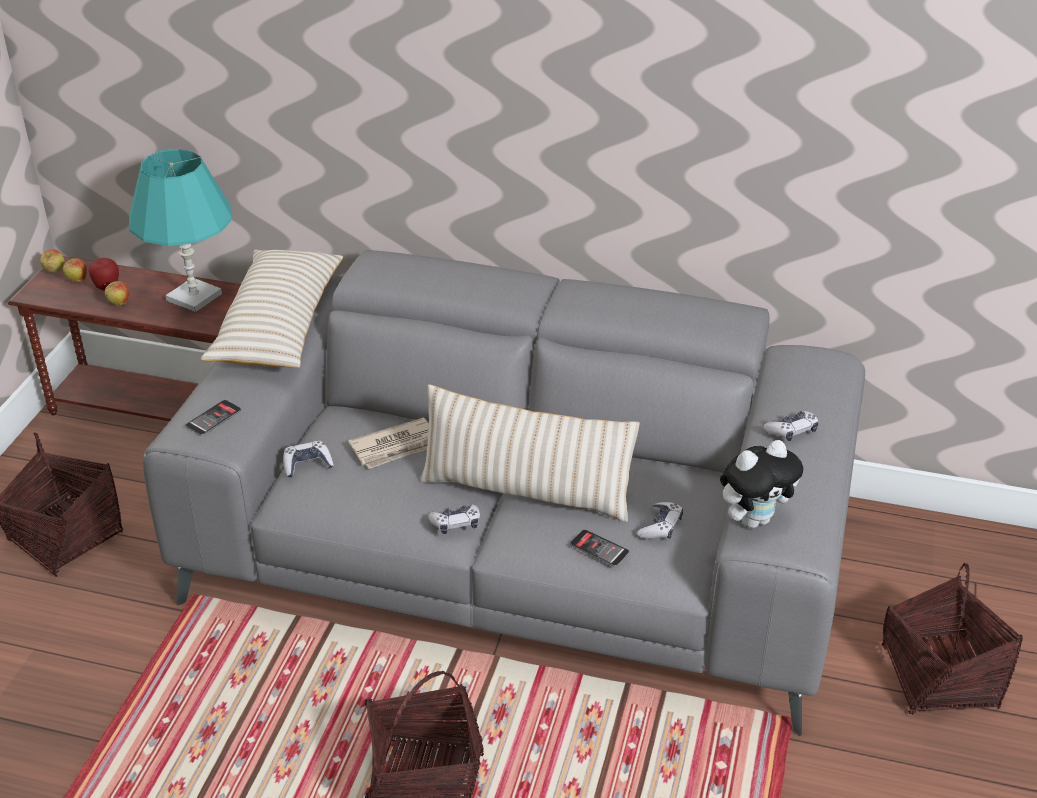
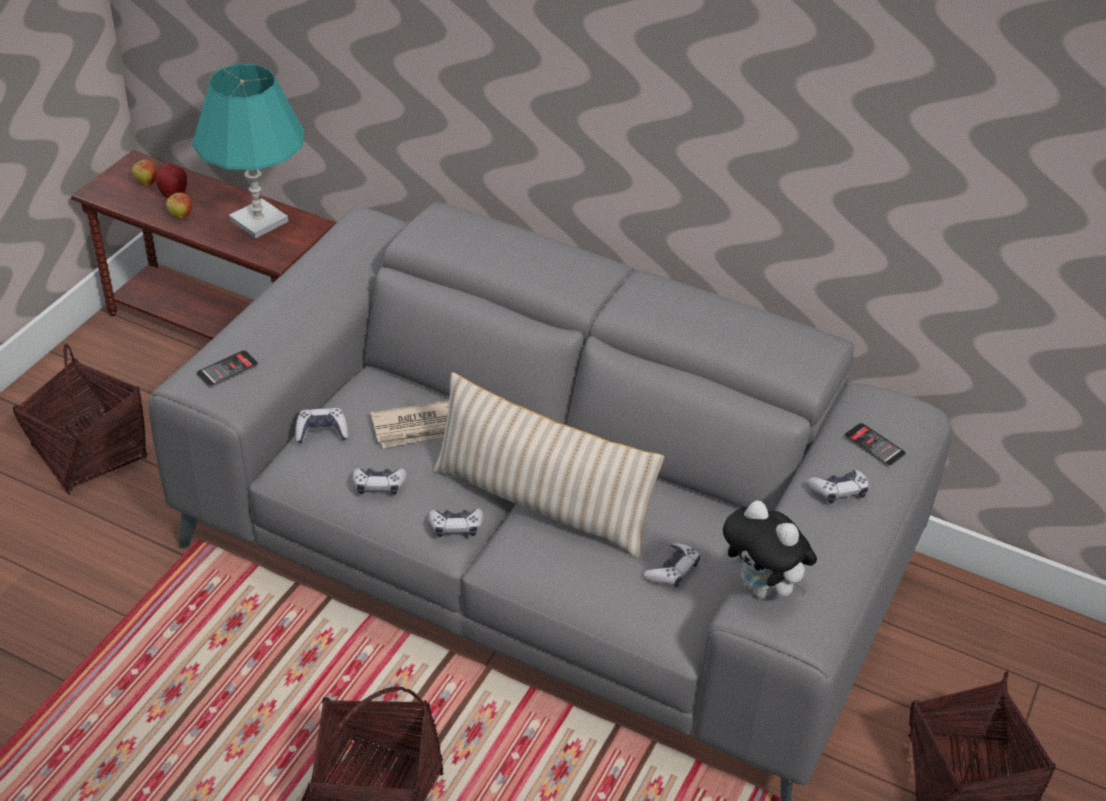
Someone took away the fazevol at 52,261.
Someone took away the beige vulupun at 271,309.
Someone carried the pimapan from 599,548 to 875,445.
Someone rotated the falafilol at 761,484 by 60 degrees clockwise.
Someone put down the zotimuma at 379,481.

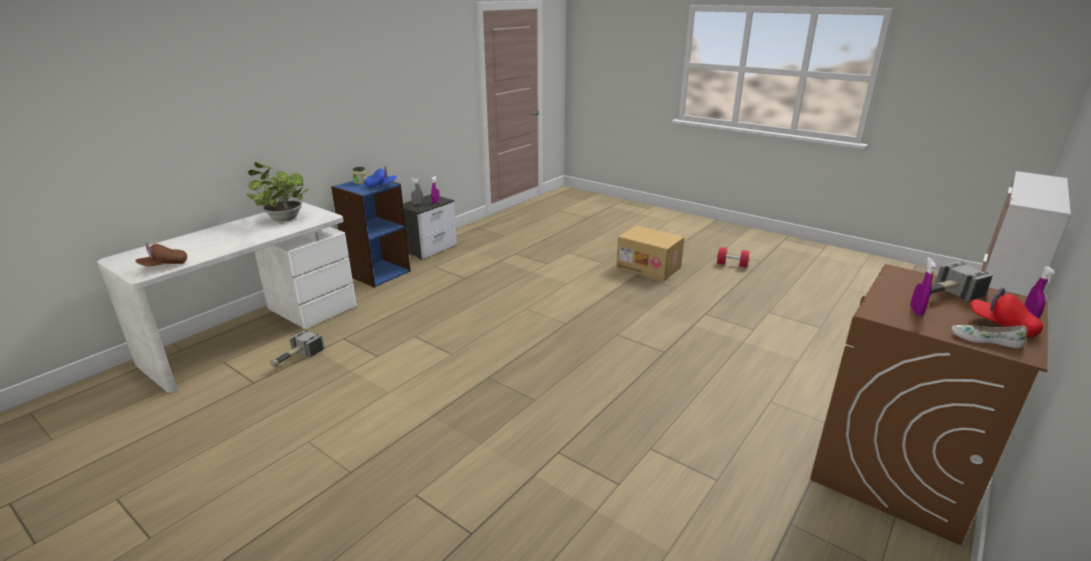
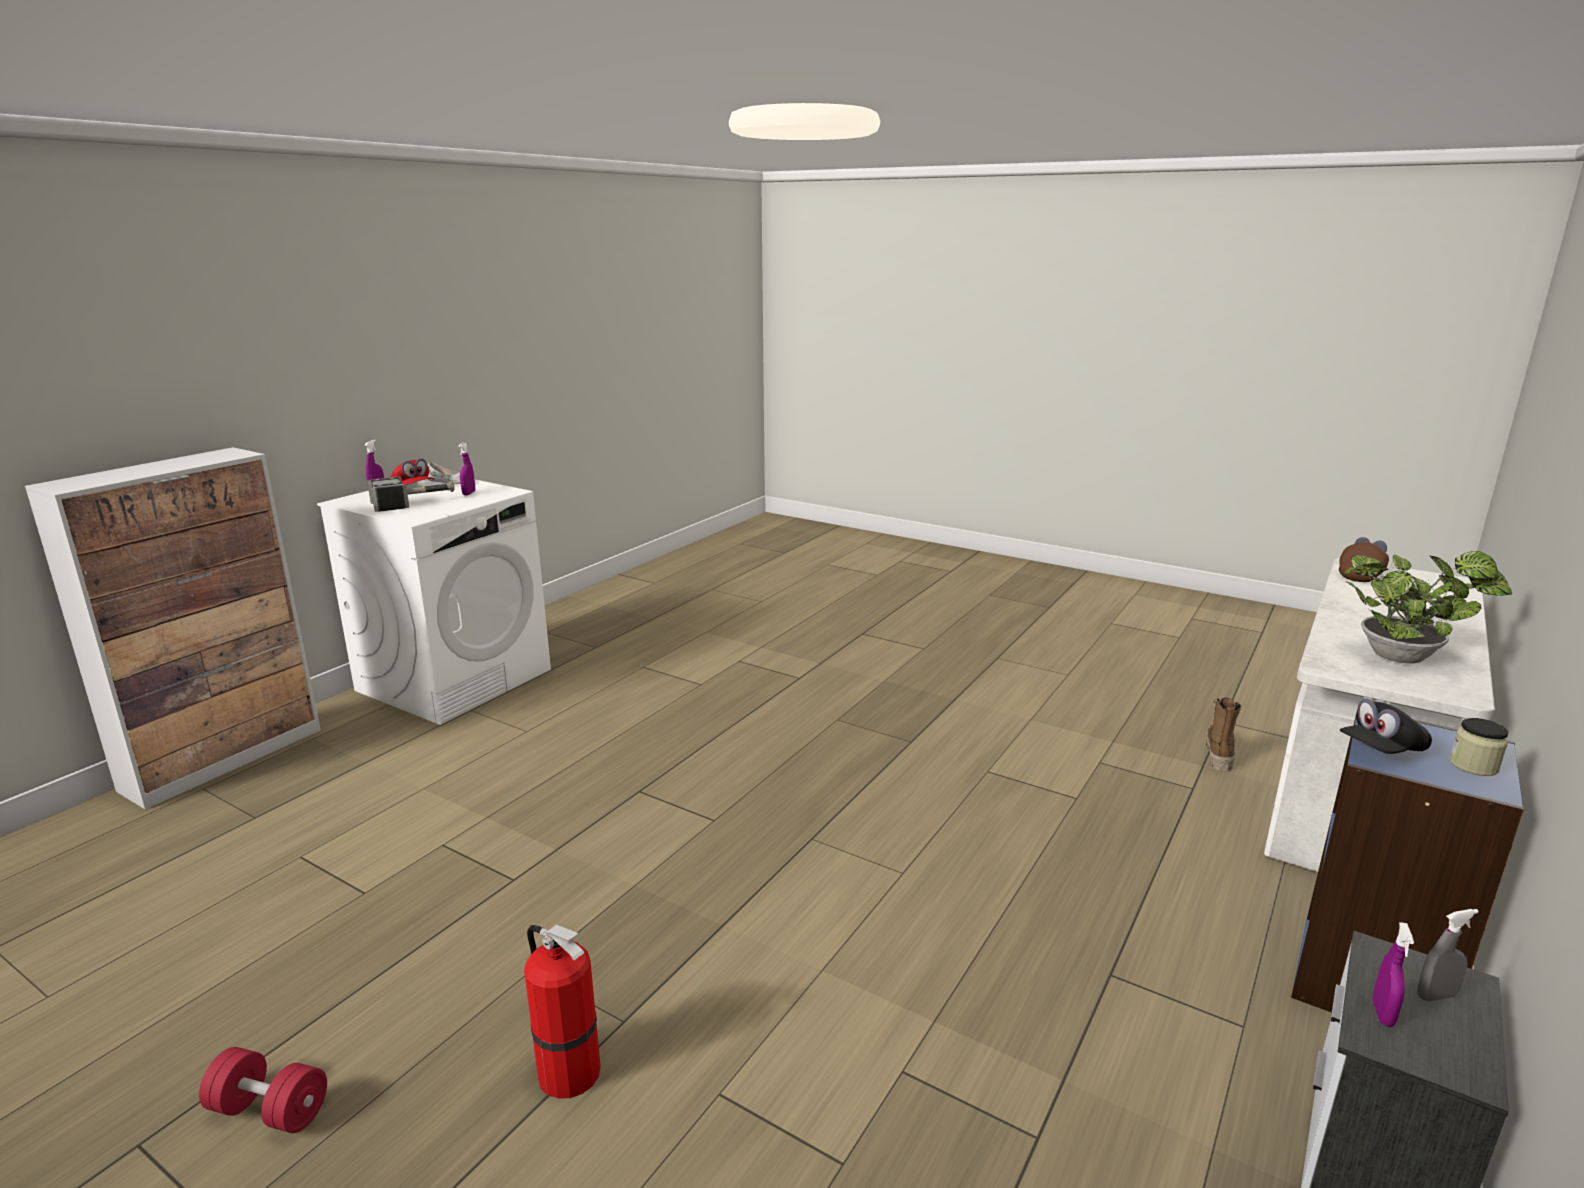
Someone swapped the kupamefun at 297,348 for the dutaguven at 1223,735.
Someone repainted the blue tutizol at 380,177, which became the black tutizol at 1386,726.
Someone swapped the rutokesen at 650,253 for the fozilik at 562,1012.
Someone repainted the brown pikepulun at 929,404, which became the white pikepulun at 434,602.

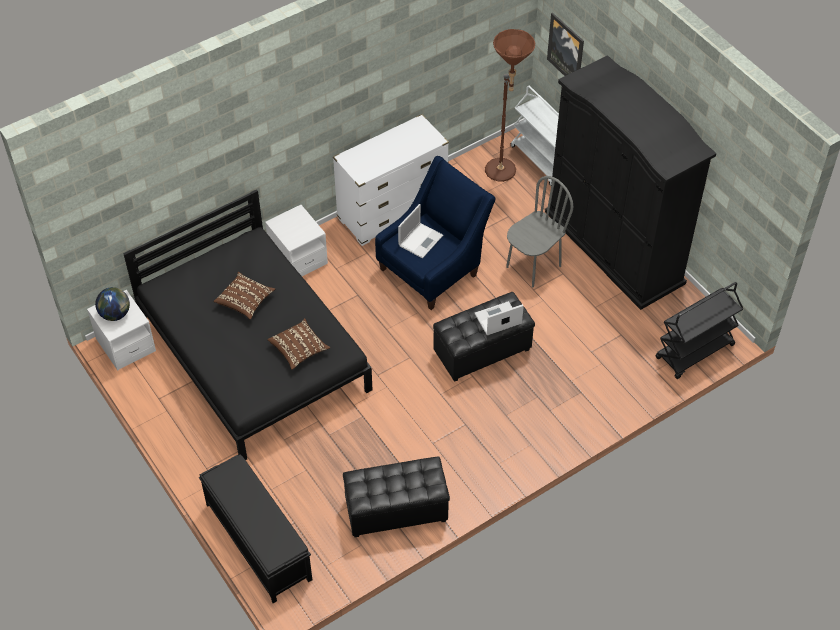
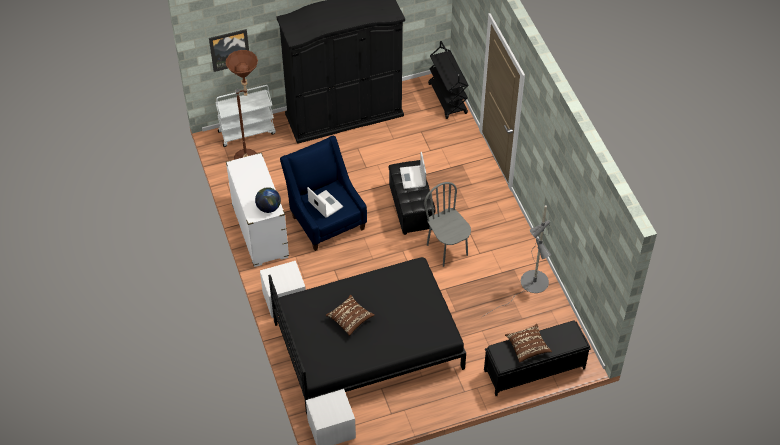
Someone carried the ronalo from 112,304 to 268,200.
Someone carried the brown vulupun from 298,344 to 528,343.
Someone swapped the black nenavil at 396,496 for the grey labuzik at 516,261.
Someone carried the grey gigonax from 540,231 to 447,224.

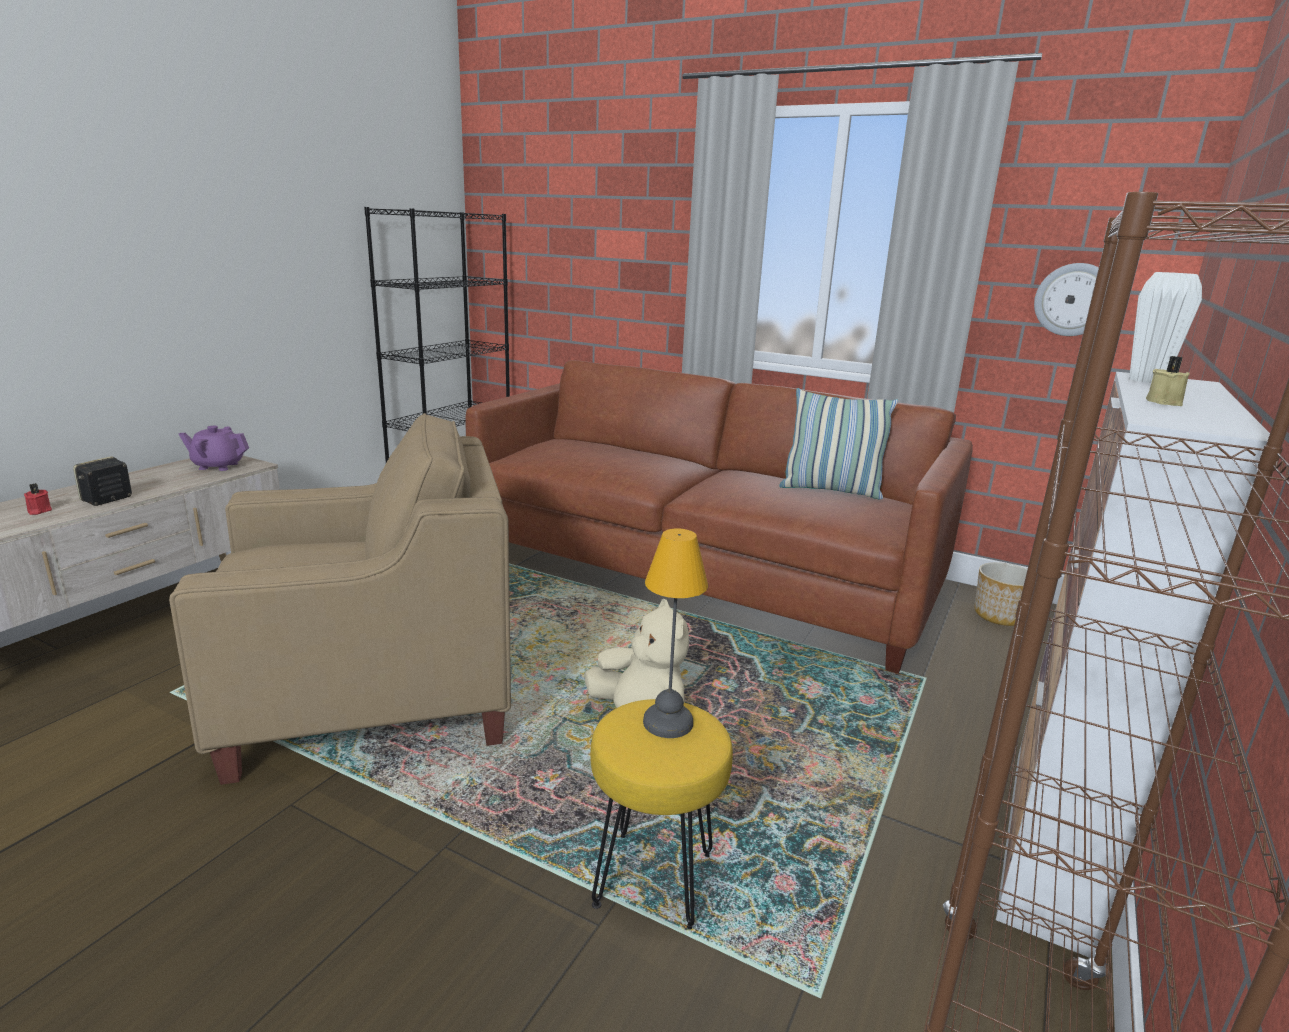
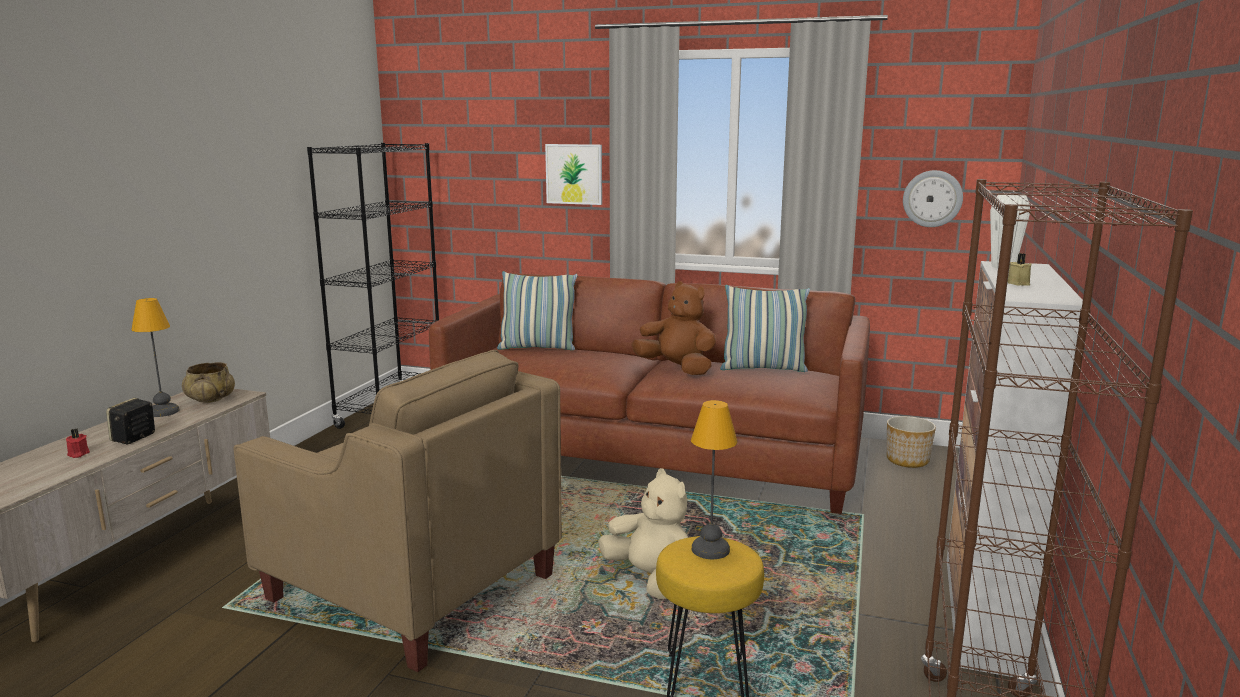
Someone rotated the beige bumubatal at 340,599 by 60 degrees clockwise.
Someone swapped the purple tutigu at 214,448 for the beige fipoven at 208,382.
Someone put down the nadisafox at 155,357.
Someone put down the vulupun at 537,310.
Someone put up the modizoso at 573,174.
Someone put down the brown falafilol at 674,328.

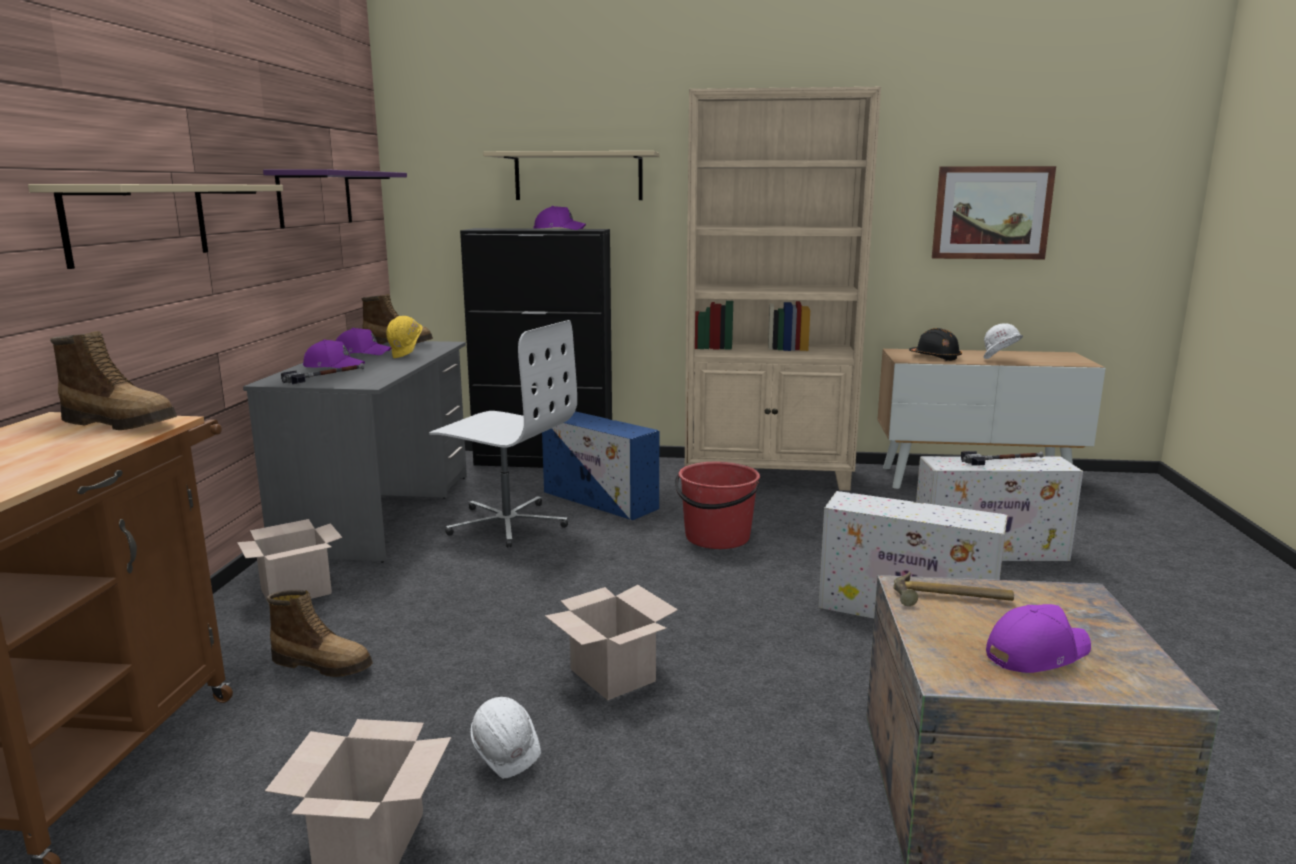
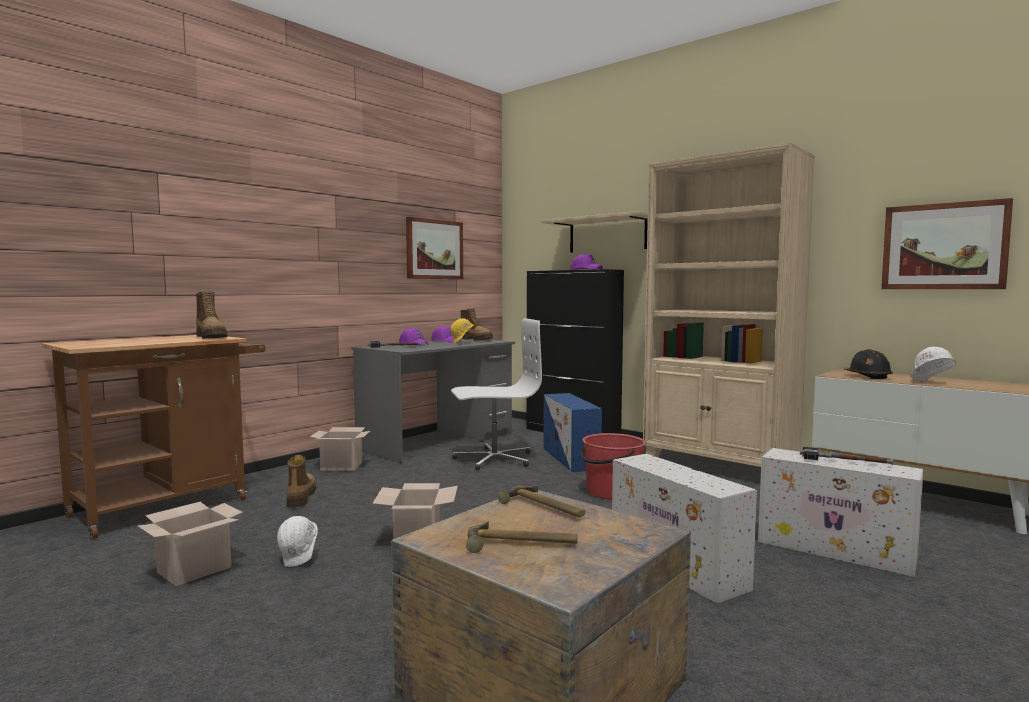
Someone took away the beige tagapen at 155,226.
Someone swapped the purple tagapen at 335,199 for the modizoso at 434,248.
Someone rotated the dutaguven at 320,633 by 150 degrees counterclockwise.
Someone rotated the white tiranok at 503,434 by 75 degrees counterclockwise.
Someone swapped the purple tutizol at 1038,638 for the kupamefun at 522,537.

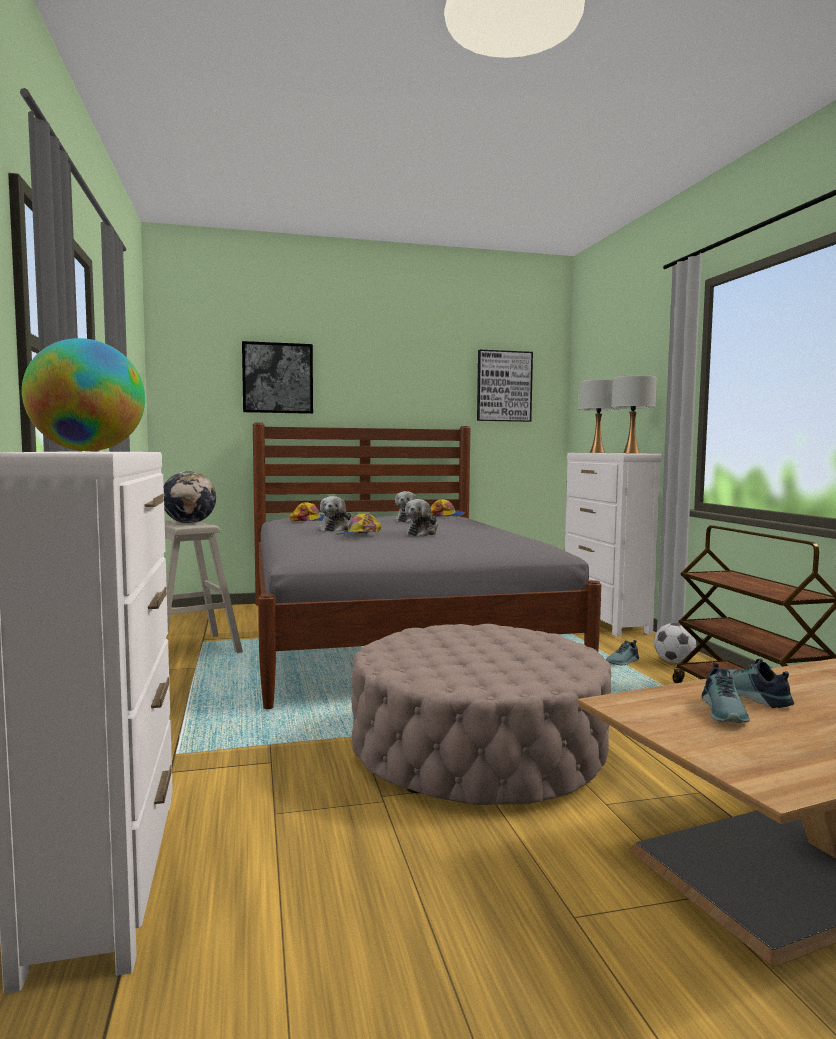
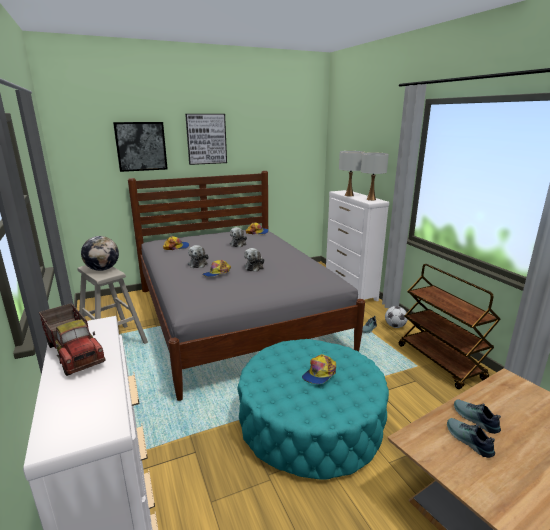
Someone swapped the ronalo at 83,394 for the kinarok at 72,339.
Someone repainted the beige nenavil at 481,714, which became the turquoise nenavil at 313,409.
Someone carried the modizoso from 505,386 to 206,139.
Someone rotated the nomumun at 726,693 by 150 degrees clockwise.
Someone put down the tutizol at 319,369.

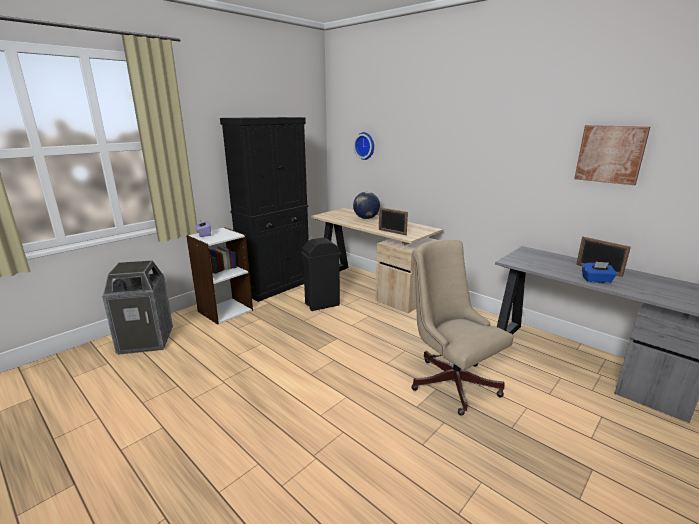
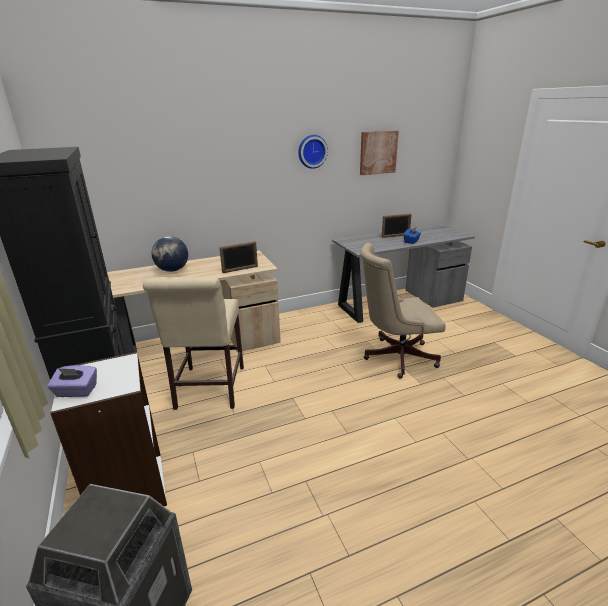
Someone swapped the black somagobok at 321,274 for the beige gigonax at 193,343.
Someone carried the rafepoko from 364,146 to 313,152.

